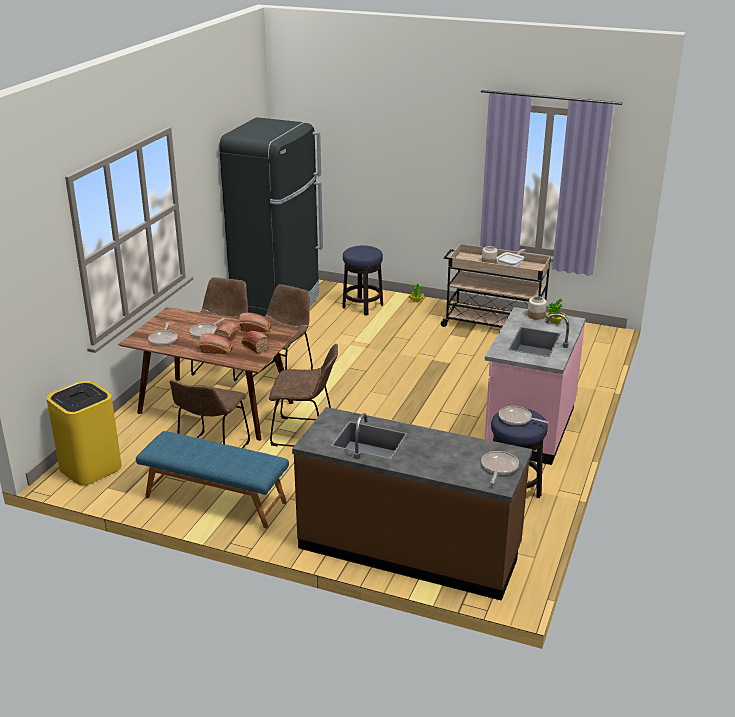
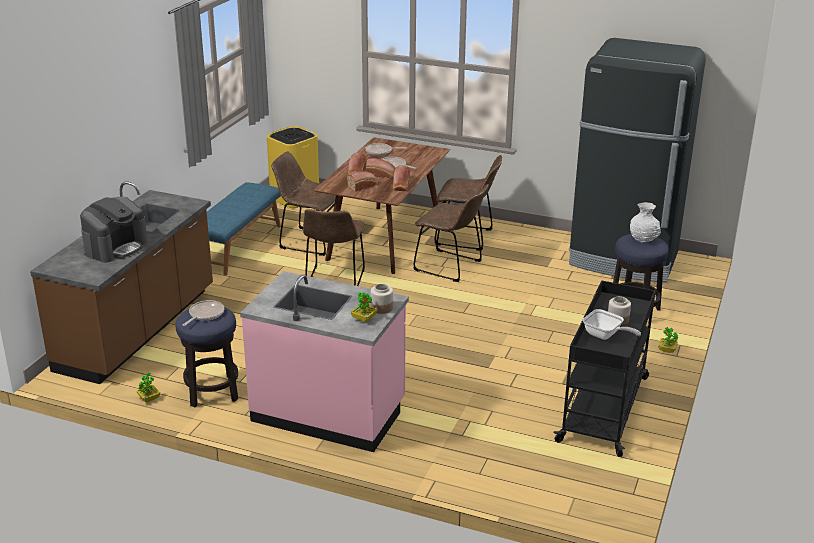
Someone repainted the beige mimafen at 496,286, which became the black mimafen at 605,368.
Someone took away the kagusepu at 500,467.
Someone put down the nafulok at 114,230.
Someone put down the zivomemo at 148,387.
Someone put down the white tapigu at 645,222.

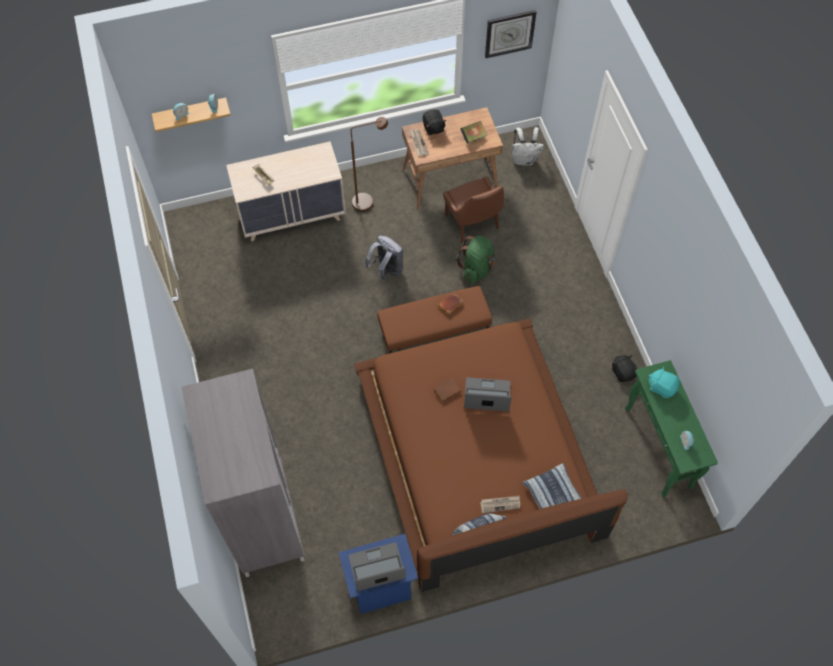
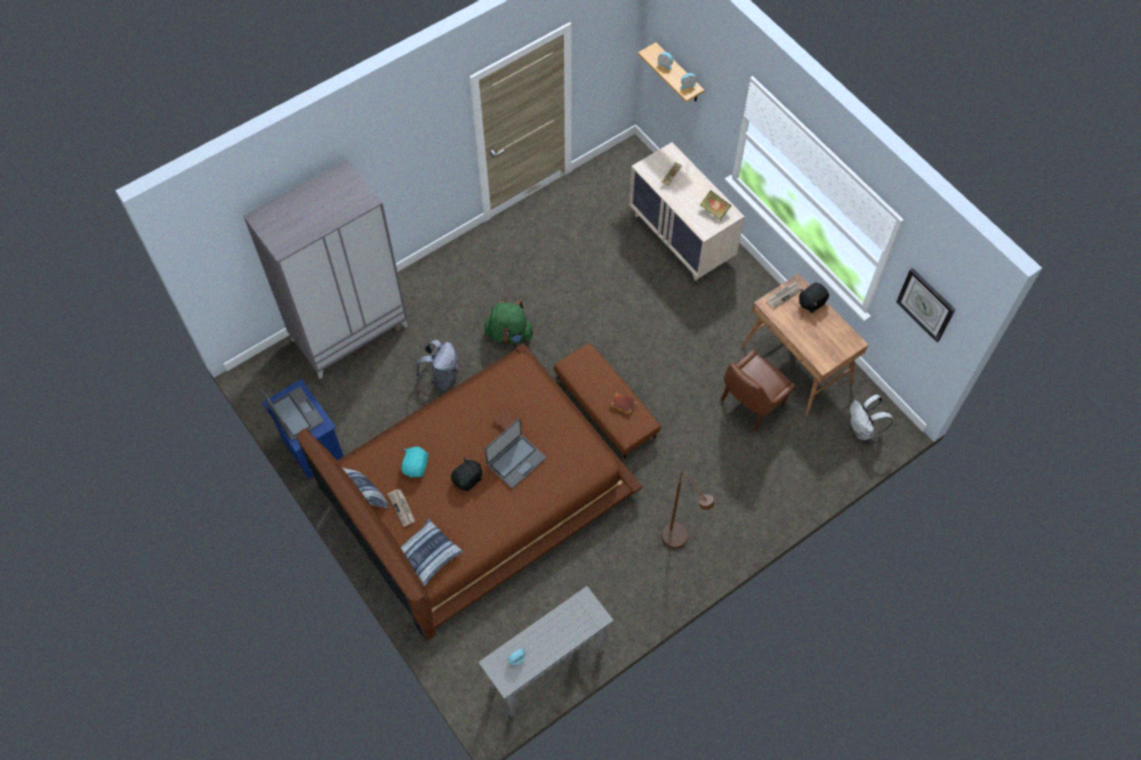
Someone carried the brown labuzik from 369,164 to 688,510.
Someone carried the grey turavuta from 383,259 to 437,365.
Someone carried the green turavuta from 475,259 to 509,321.
Someone carried the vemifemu from 473,132 to 715,205.
Someone rotated the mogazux at 488,394 by 60 degrees clockwise.
Someone carried the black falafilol from 624,368 to 466,474.
Someone repainted the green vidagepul at 671,428, which became the grey vidagepul at 546,651.
Someone carried the turquoise falafilol from 664,382 to 415,461.

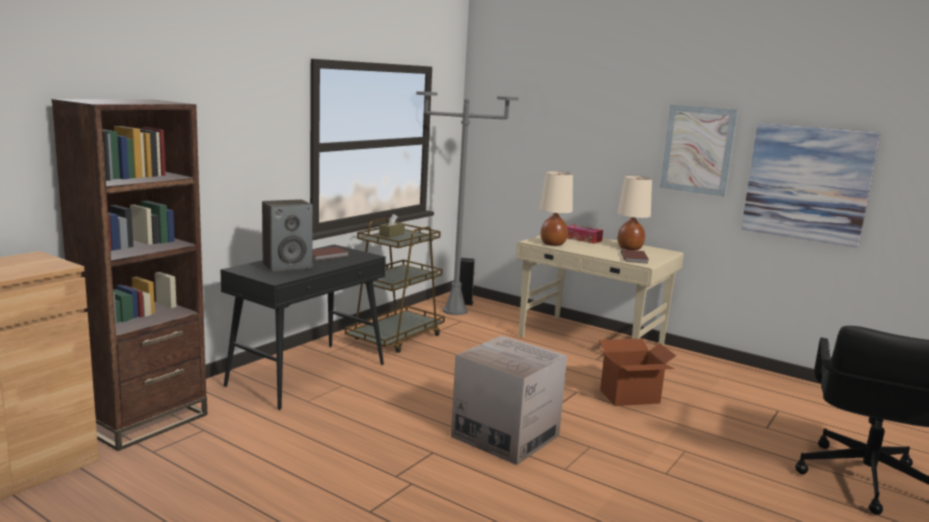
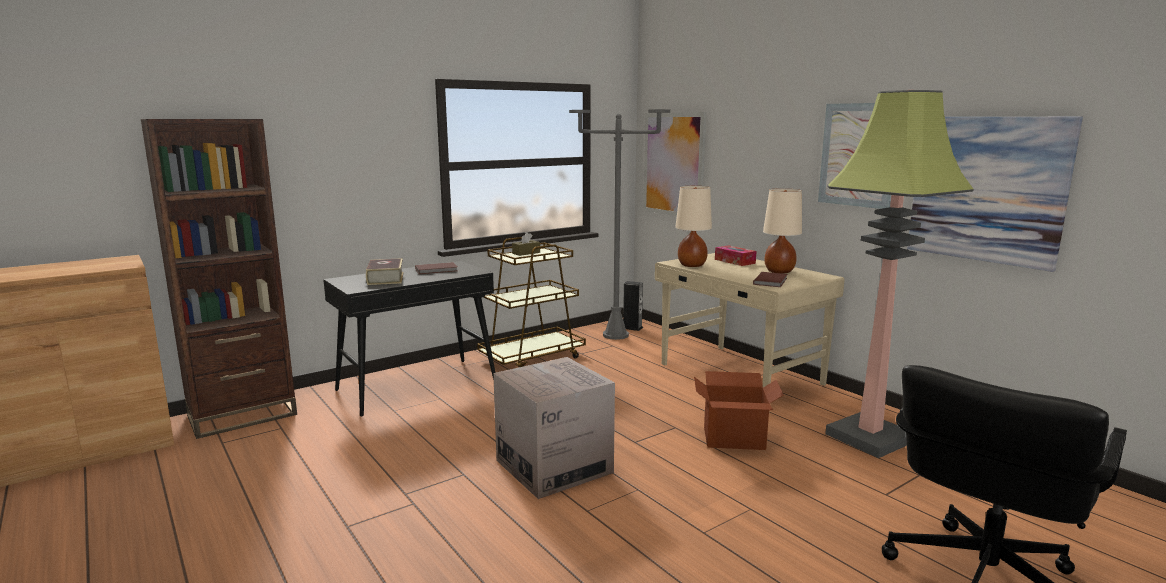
Someone swapped the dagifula at 287,235 for the vemifemu at 385,271.
Someone put up the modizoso at 675,164.
Someone put down the labuzik at 899,274.

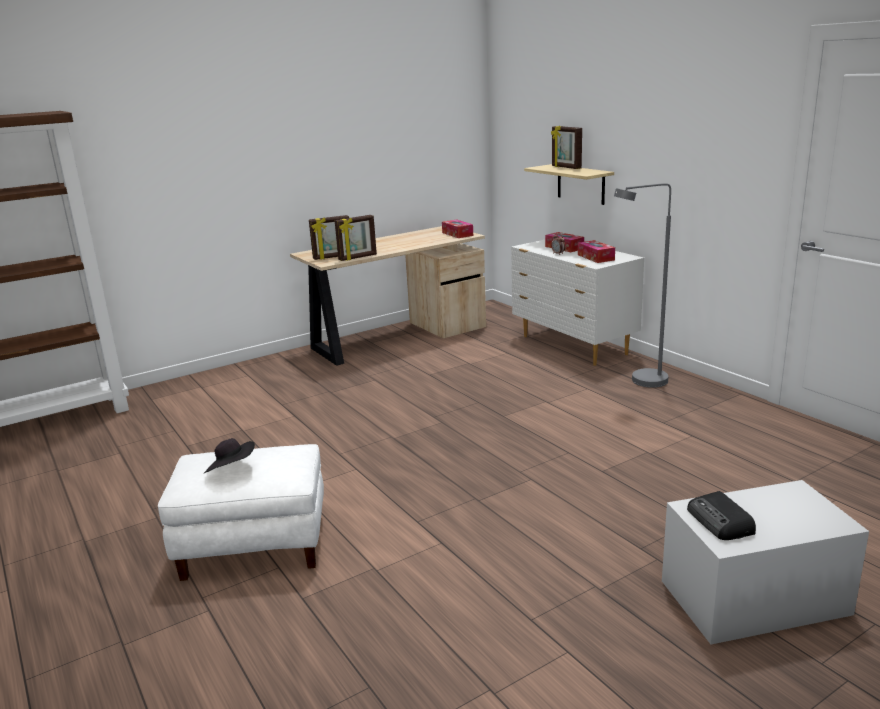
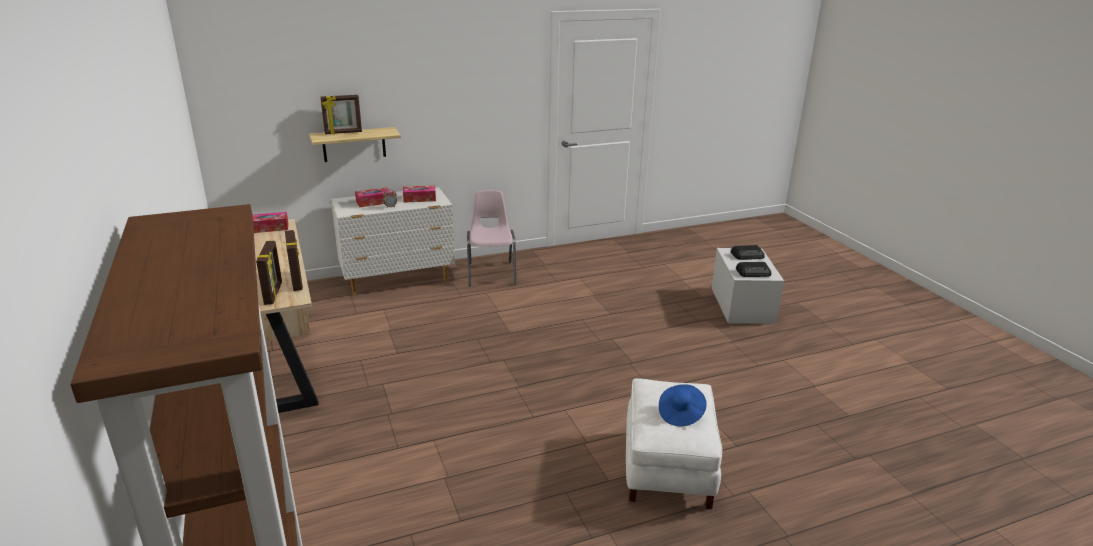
Someone repainted the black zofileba at 229,456, which became the blue zofileba at 683,405.
Someone swapped the grey labuzik at 642,285 for the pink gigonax at 491,238.
Someone put down the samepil at 748,252.

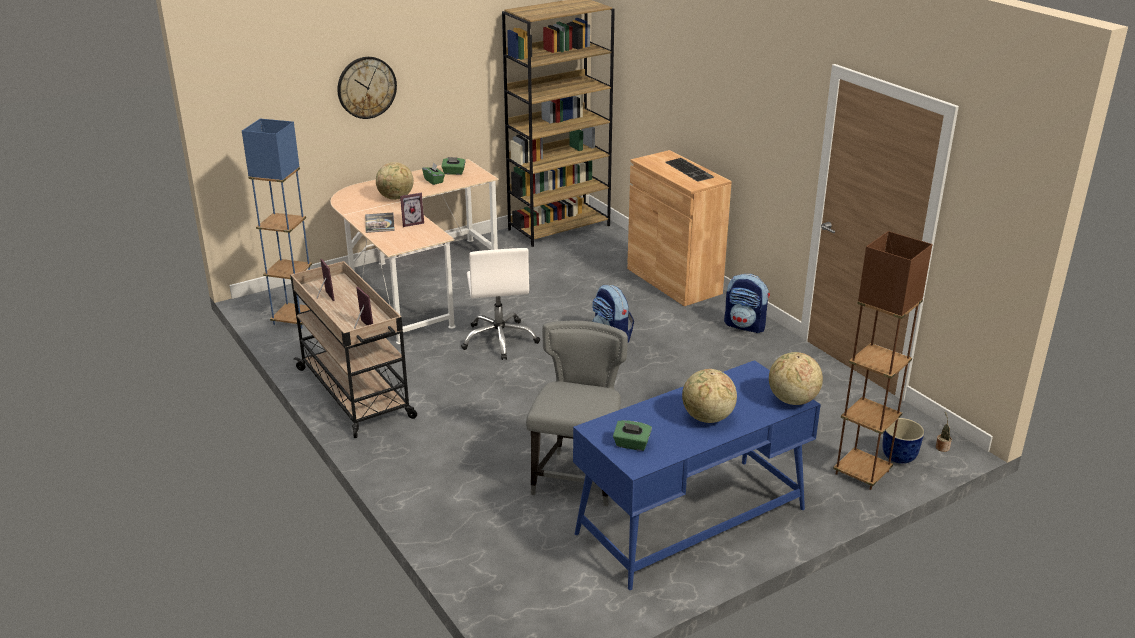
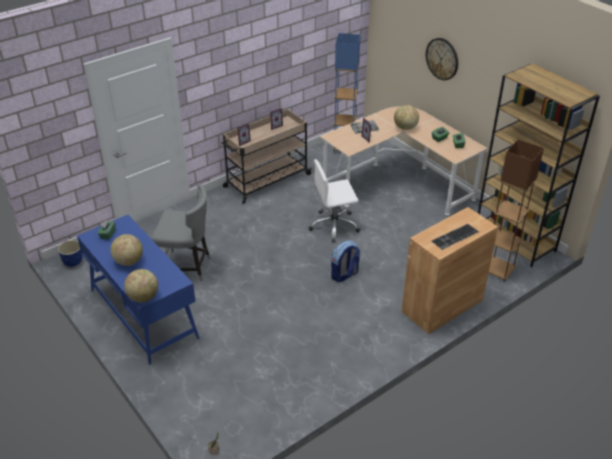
Someone took away the turavuta at 747,303.
Someone carried the brown labuzik from 882,360 to 516,210.
Someone carried the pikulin from 903,441 to 70,253.

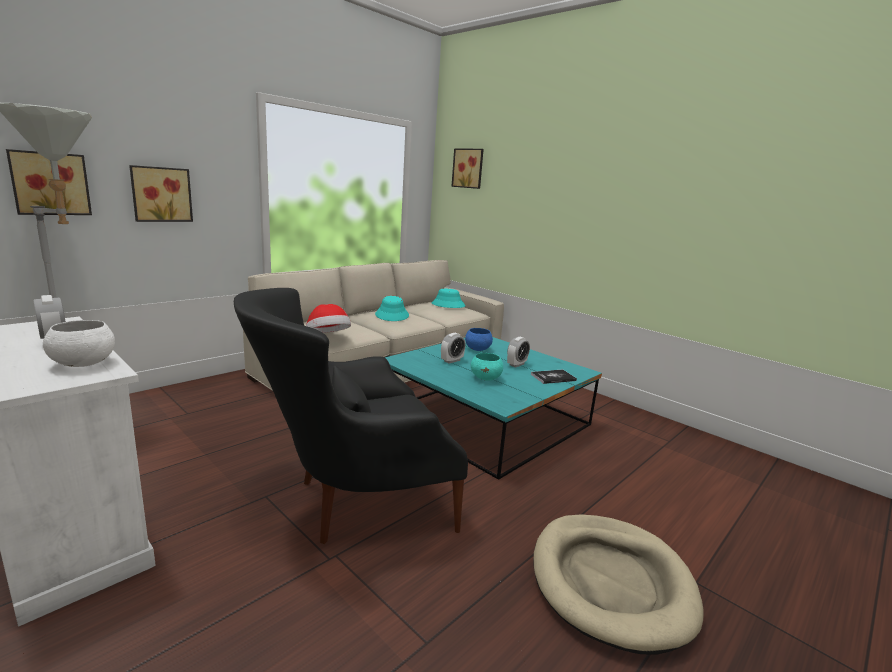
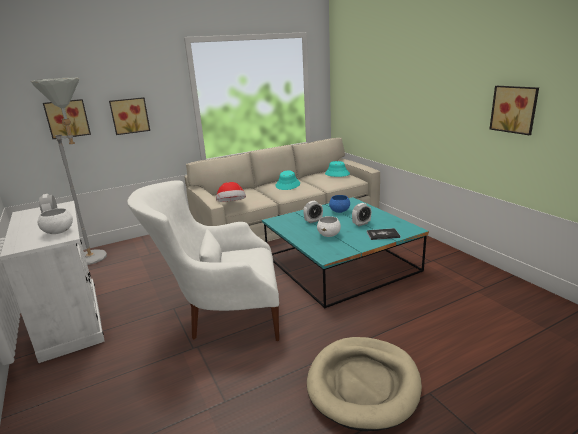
Someone repainted the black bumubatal at 351,416, which became the white bumubatal at 203,260.
Someone carried the modizoso from 467,168 to 514,110.
Someone repainted the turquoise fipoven at 487,367, which became the white fipoven at 329,226.

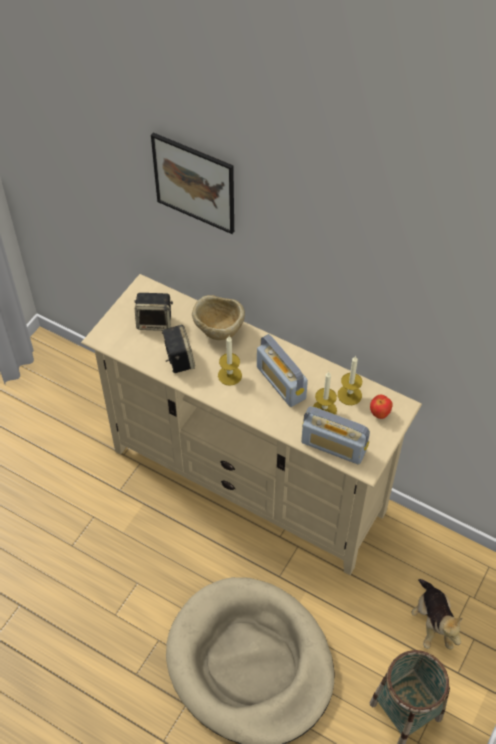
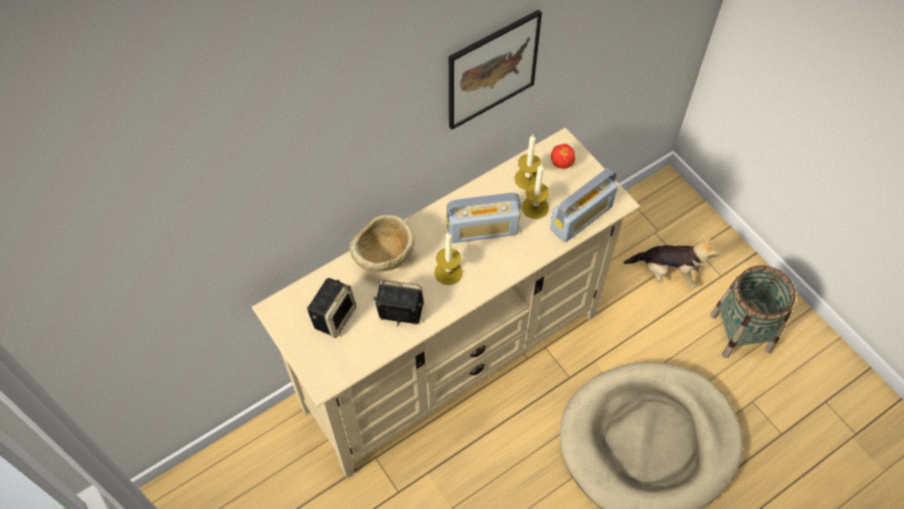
Someone carried the modizoso from 192,183 to 495,69.

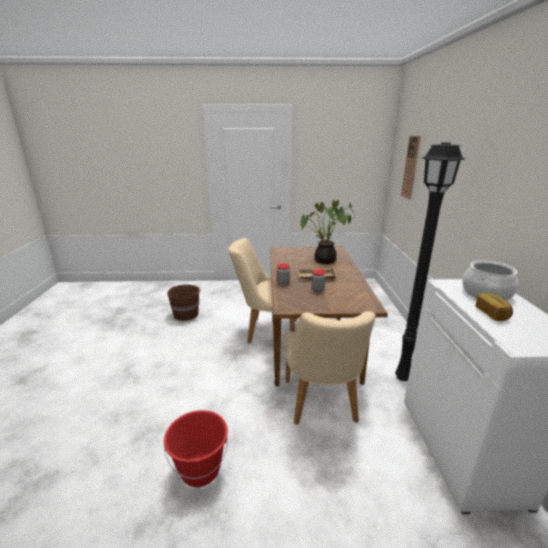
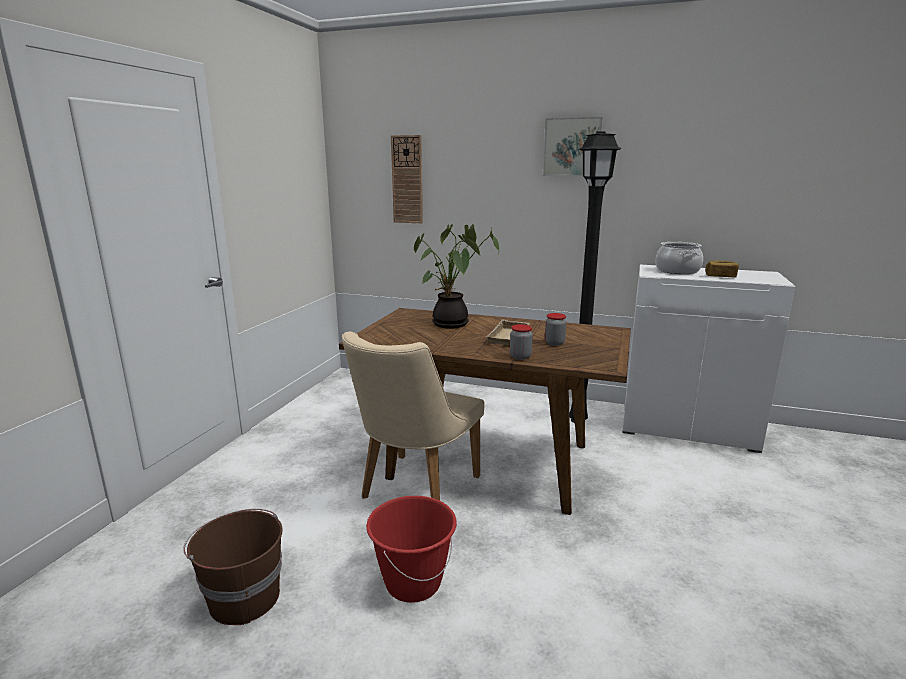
Someone carried the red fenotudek from 196,448 to 411,549.
Someone took away the beige gigonax at 330,368.
Someone put up the modizoso at 573,146.

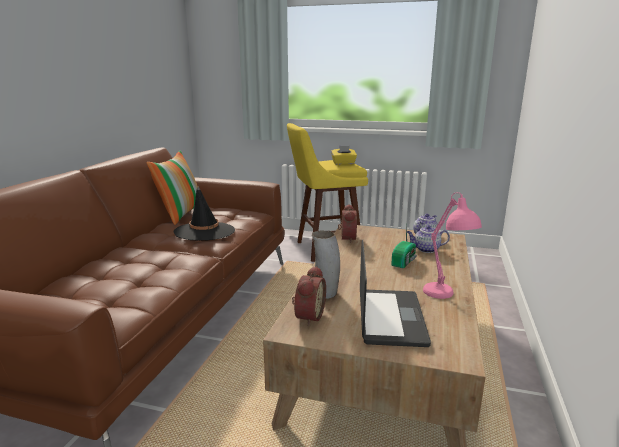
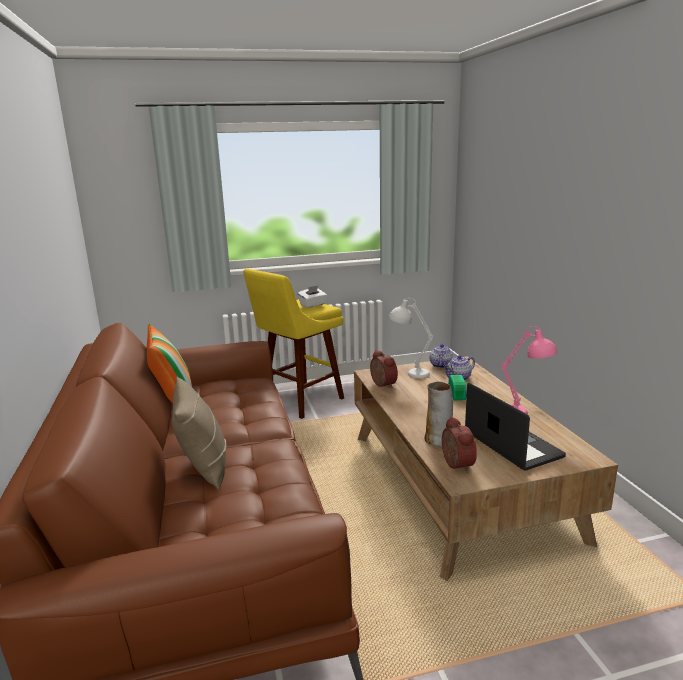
Someone took away the black zofileba at 204,213.
Someone repainted the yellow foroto at 344,155, which became the white foroto at 312,297.
Someone put down the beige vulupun at 198,433.
Someone put down the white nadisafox at 411,338.

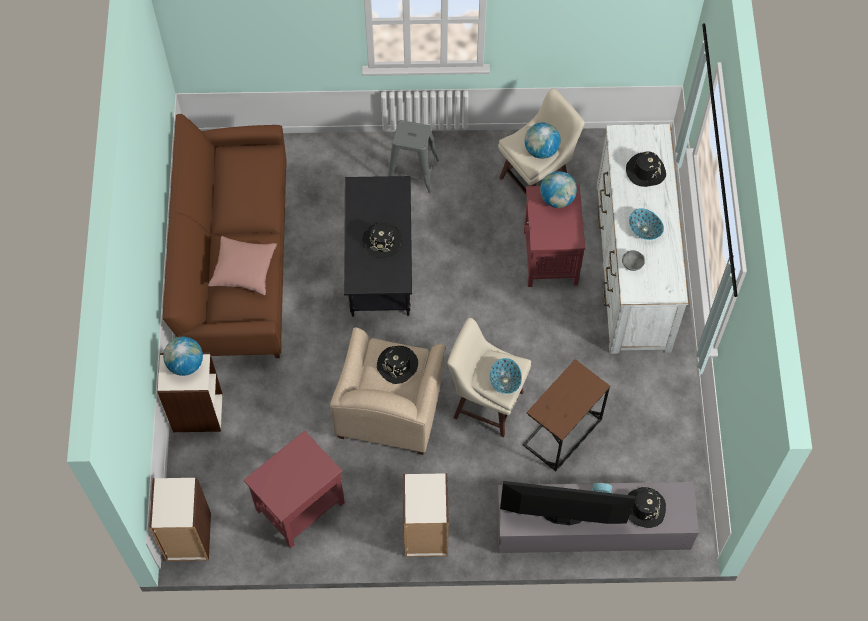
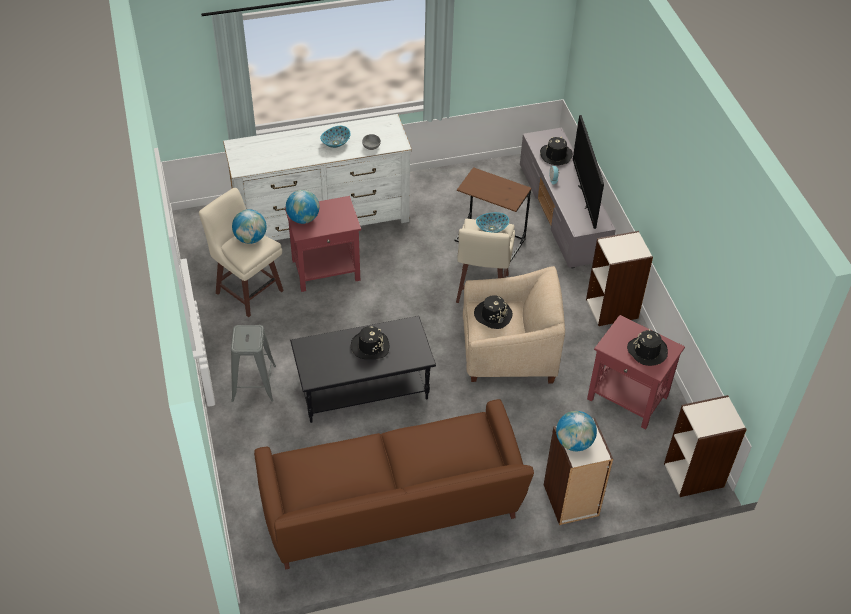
Someone took away the pink vulupun at 242,265.
Someone carried the black zofileba from 646,169 to 647,347.

